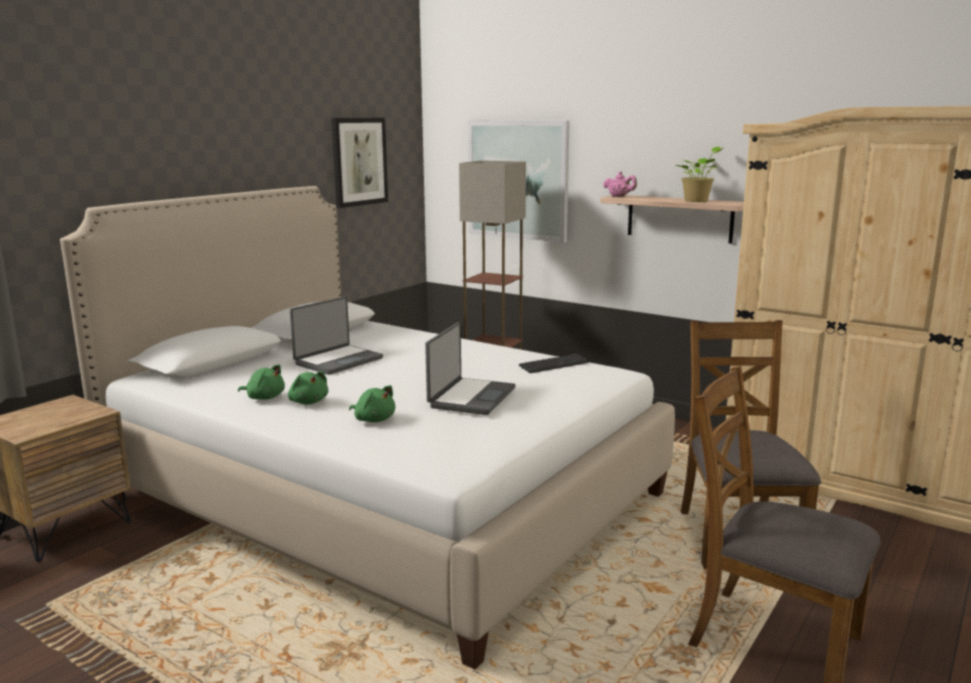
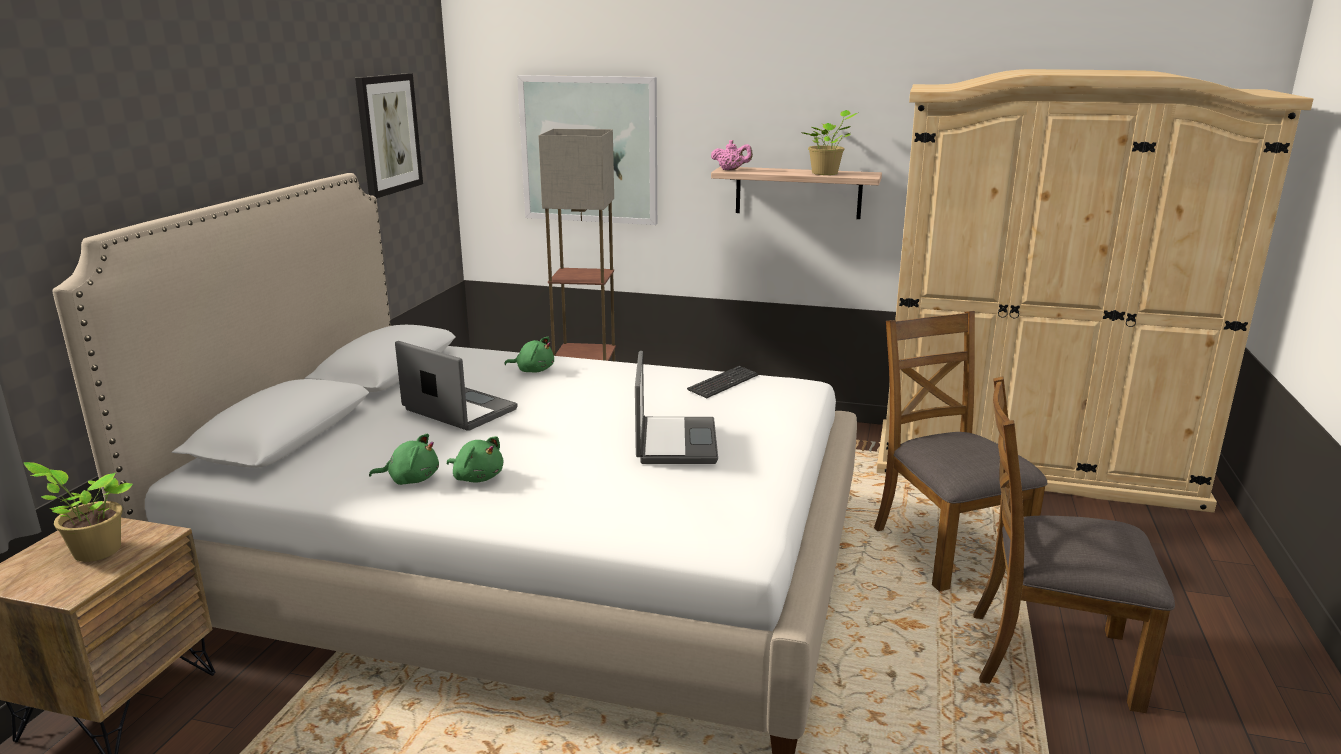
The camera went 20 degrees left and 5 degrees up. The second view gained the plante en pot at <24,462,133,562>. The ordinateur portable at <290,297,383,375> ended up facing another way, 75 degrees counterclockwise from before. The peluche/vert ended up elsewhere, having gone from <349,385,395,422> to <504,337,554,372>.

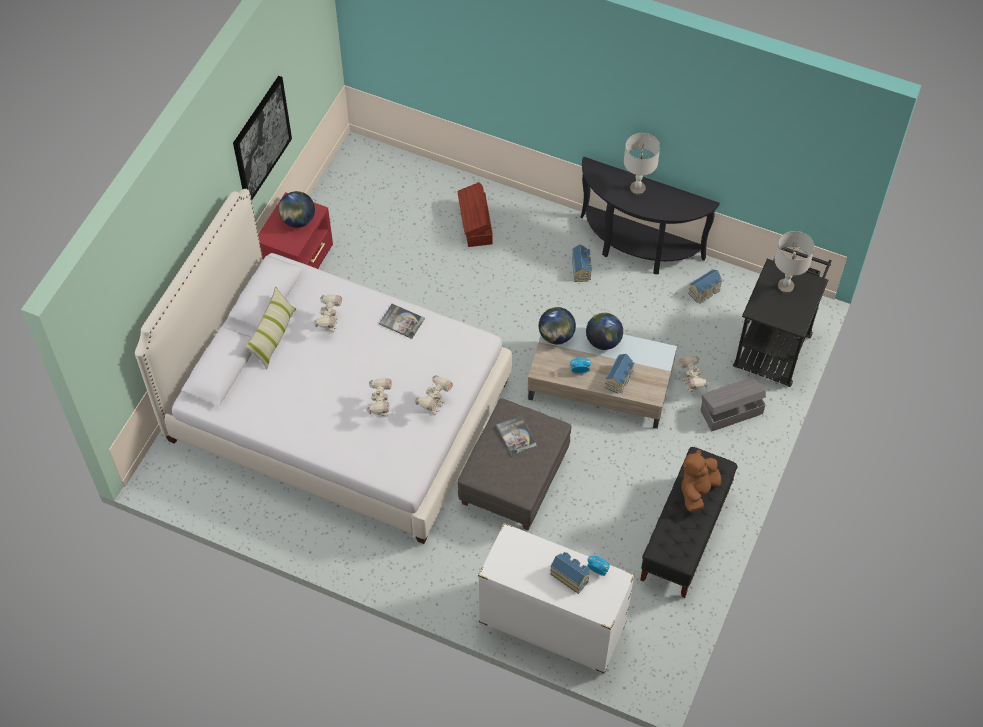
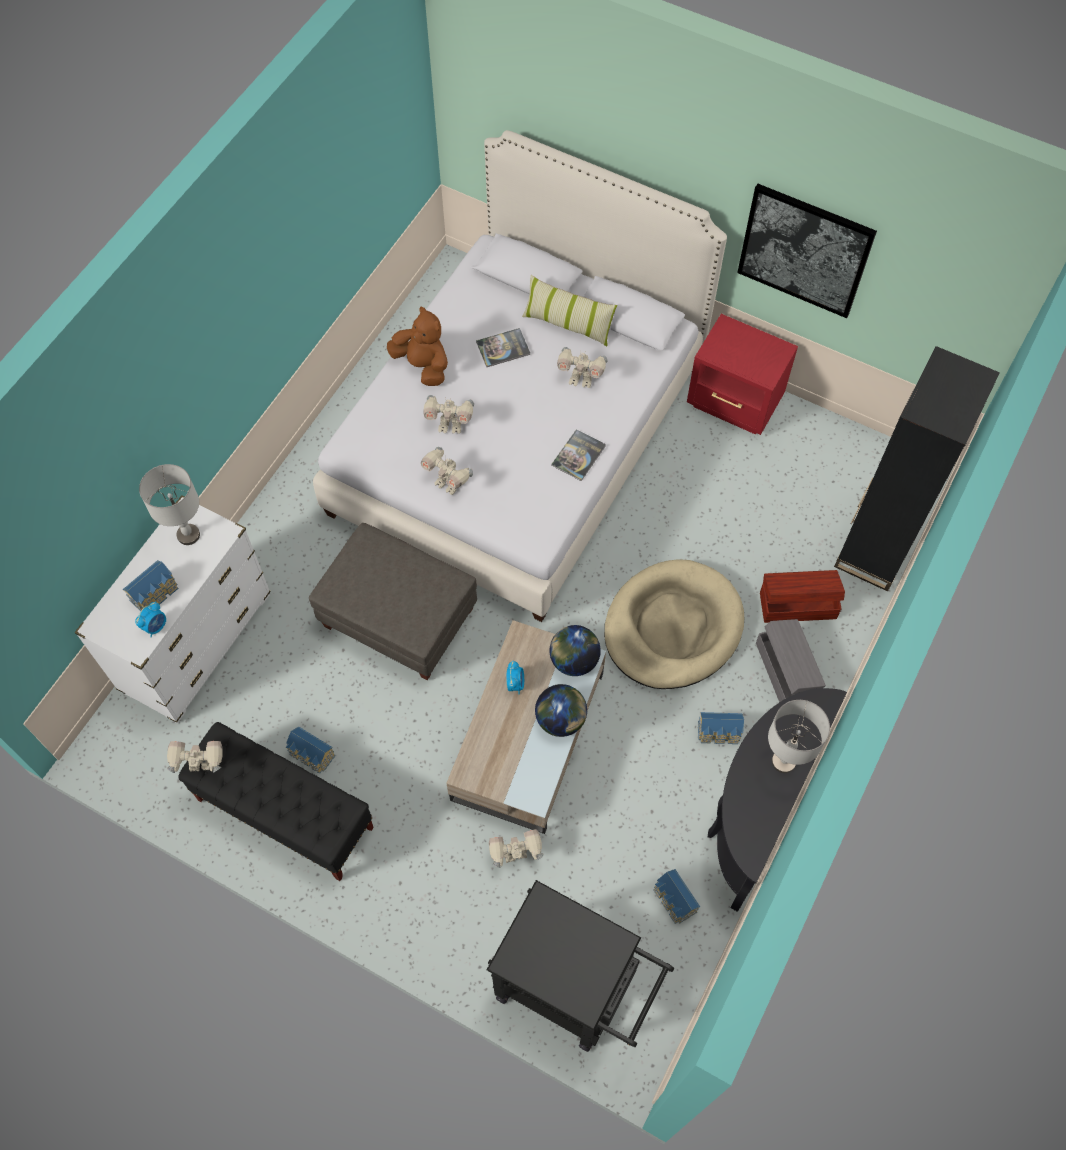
The camera went 95 degrees right and 5 degrees up. The lampe de table/gris ended up elsewhere, having gone from <774,231,815,294> to <139,464,200,545>. The second view gained the robot jouet at <167,741,223,773>. The maison miniature ended up elsewhere, having gone from <605,354,635,394> to <286,727,336,774>. The peluche/marron ended up elsewhere, having gone from <681,450,721,513> to <387,306,448,386>. The livre ended up elsewhere, having gone from <496,415,537,456> to <476,328,530,367>. The second view gained the panier pour chien/beige at <604,559,744,689>. The boîte de rangement/gris ended up elsewhere, having gone from <701,377,766,431> to <756,619,826,702>. The second view gained the bibliothèque/noir at <834,346,1000,591>. The second view lost the globe at <278,191,315,228>.

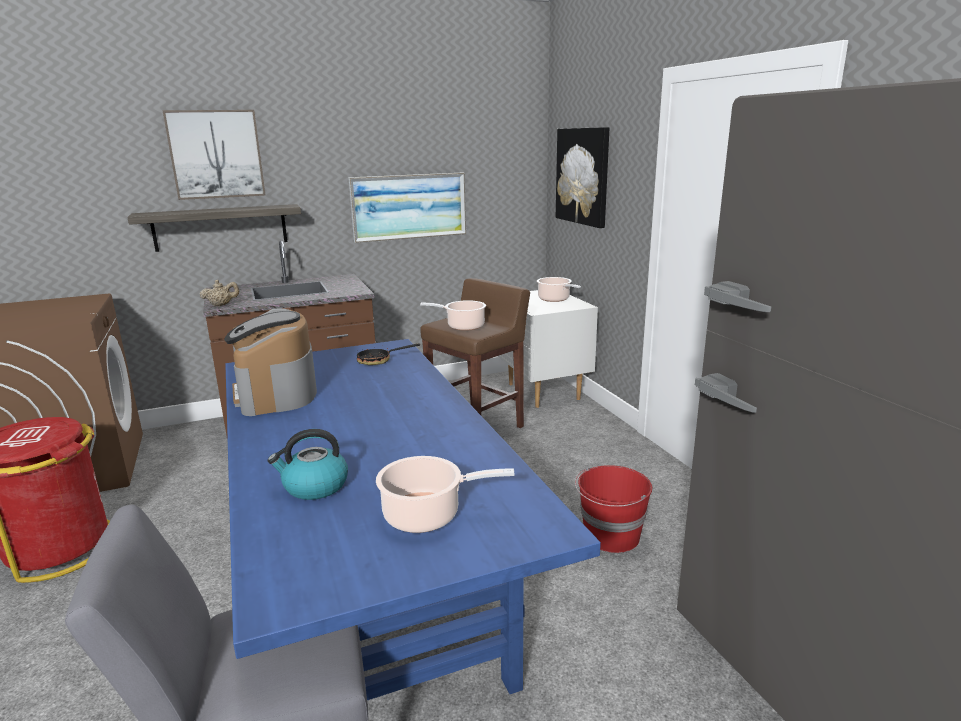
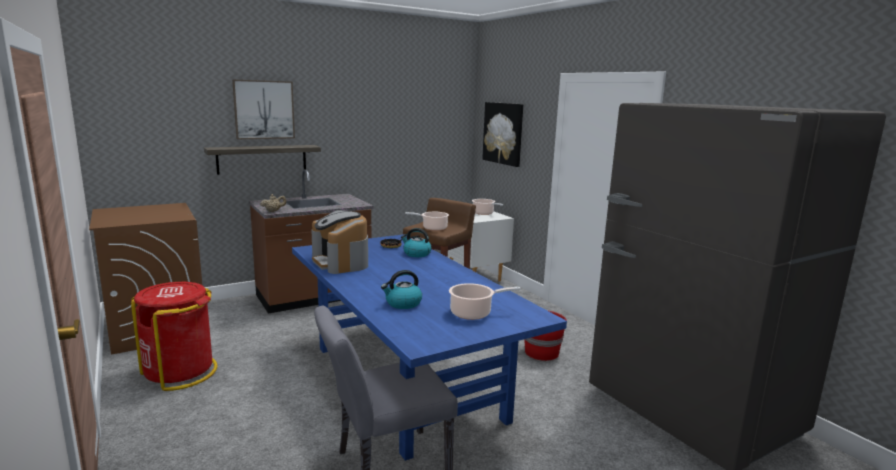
The camera went 10 degrees left and 5 degrees down. The second view gained the bouilloire at <401,228,432,257>. The second view lost the tableau at <348,172,466,243>.

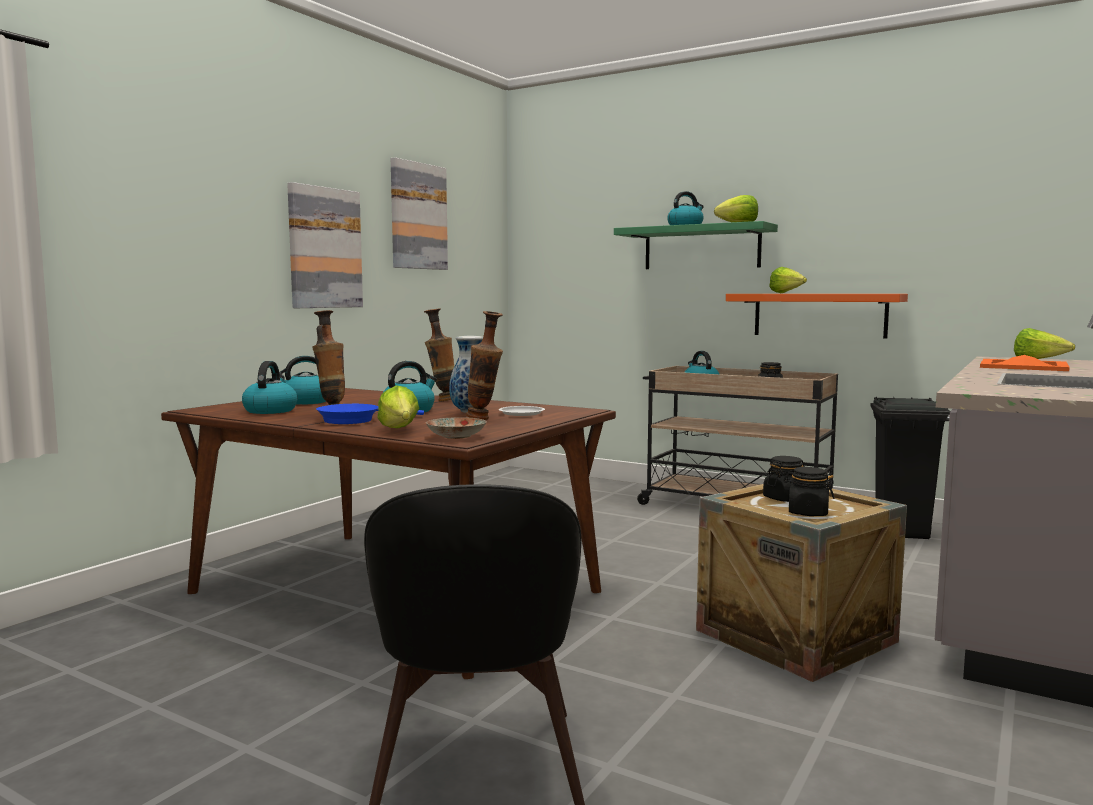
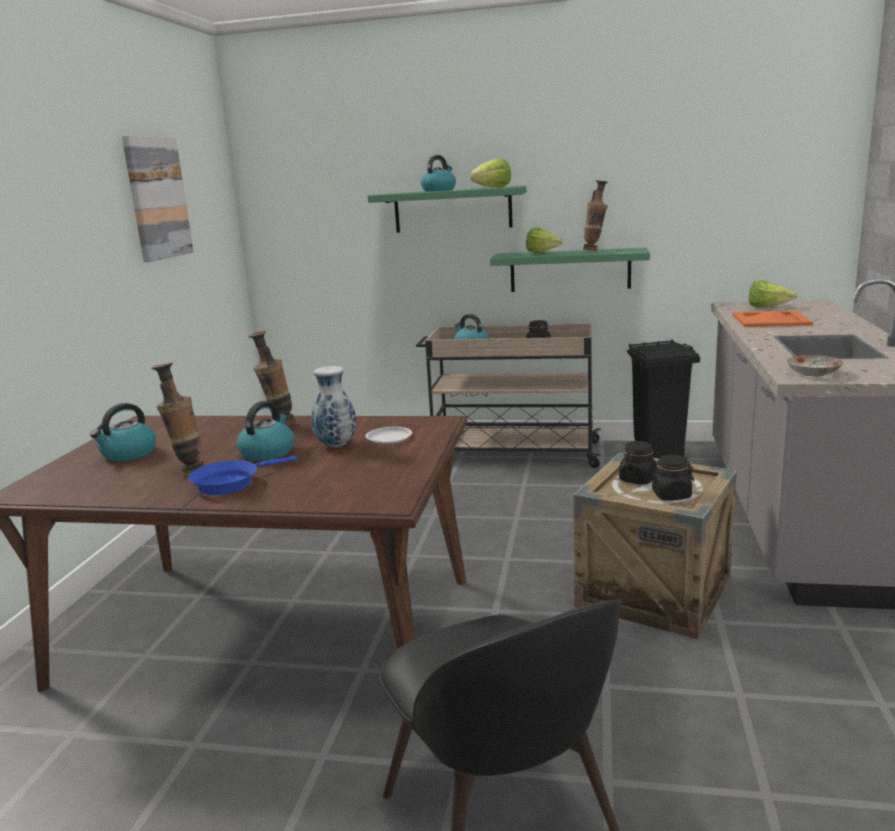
The camera went 20 degrees left and 10 degrees up. What was the étagère/orange at <726,294,908,339> turned into the étagère/vert at <490,248,650,292>. The vase ended up elsewhere, having gone from <466,311,503,420> to <583,180,608,251>. The assiette ended up elsewhere, having gone from <426,417,487,439> to <786,355,843,377>. The second view lost the bouilloire at <242,361,297,414>. The second view lost the tableau at <287,182,363,308>. The second view lost the laitue at <377,385,419,428>.

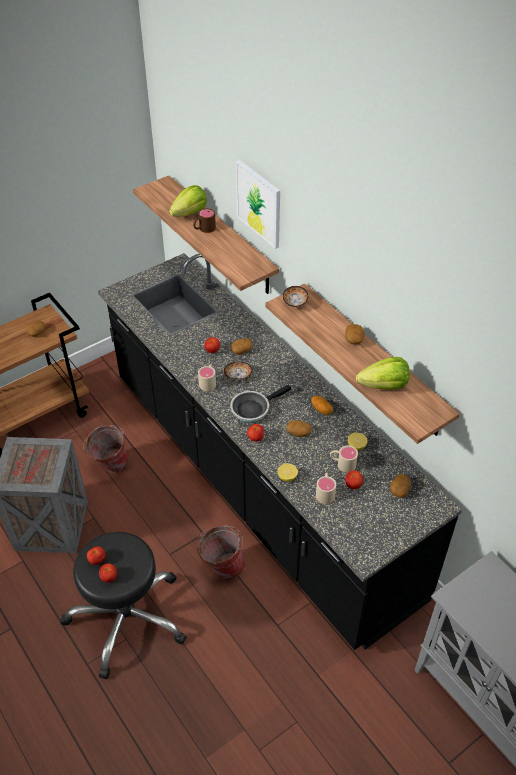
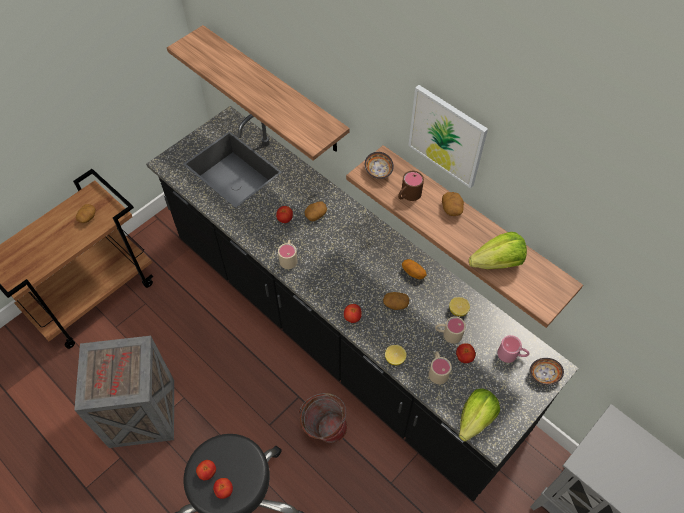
The camera went 10 degrees left and 10 degrees up. The mug/marron ended up elsewhere, having gone from <193,208,216,233> to <398,171,424,201>. The tableau ended up elsewhere, having gone from <236,160,280,249> to <408,85,488,189>. The laitue ended up elsewhere, having gone from <169,185,207,217> to <459,389,500,442>. Where the pomme de terre stood at <390,474,411,498>, the mug/rose came to stand at <497,335,529,363>. The bol ended up elsewhere, having gone from <224,361,253,380> to <529,358,564,385>. The second view lost the seau at <83,425,129,473>. The second view lost the poêle at <230,385,291,423>.

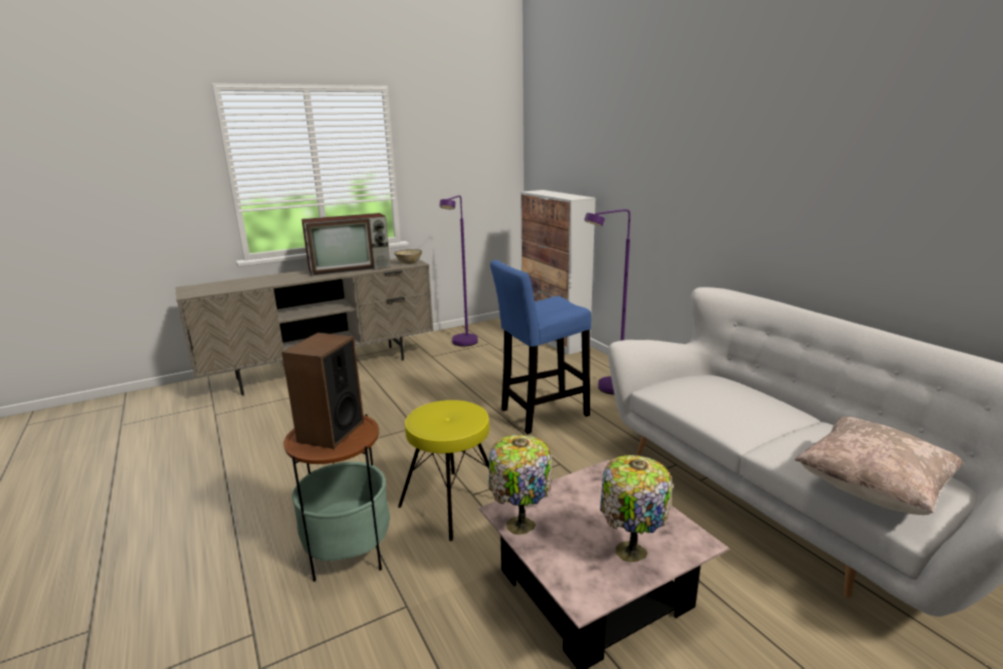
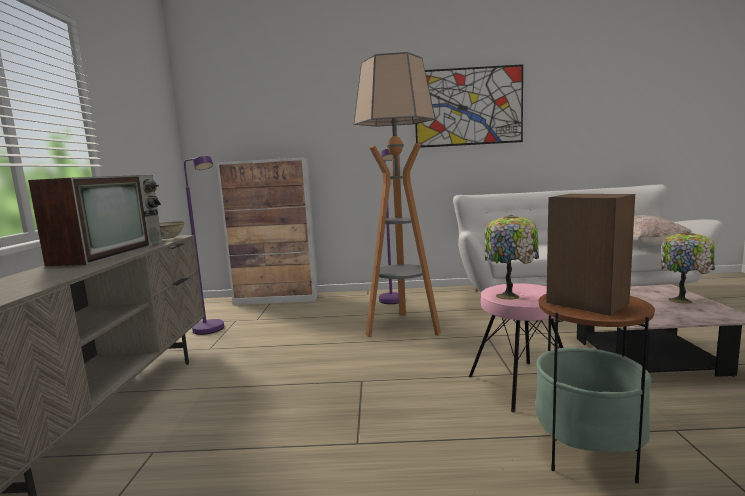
The camera went 60 degrees left and 10 degrees down. Where the tabouret/bleu stood at <490,260,591,434>, the lampadaire came to stand at <354,52,441,337>. The second view gained the tableau at <415,64,523,148>. What was the tabouret/jaune at <398,400,490,541> turned into the tabouret/rose at <469,283,564,412>. The lampe de table ended up elsewhere, having gone from <489,435,553,535> to <485,215,539,300>.

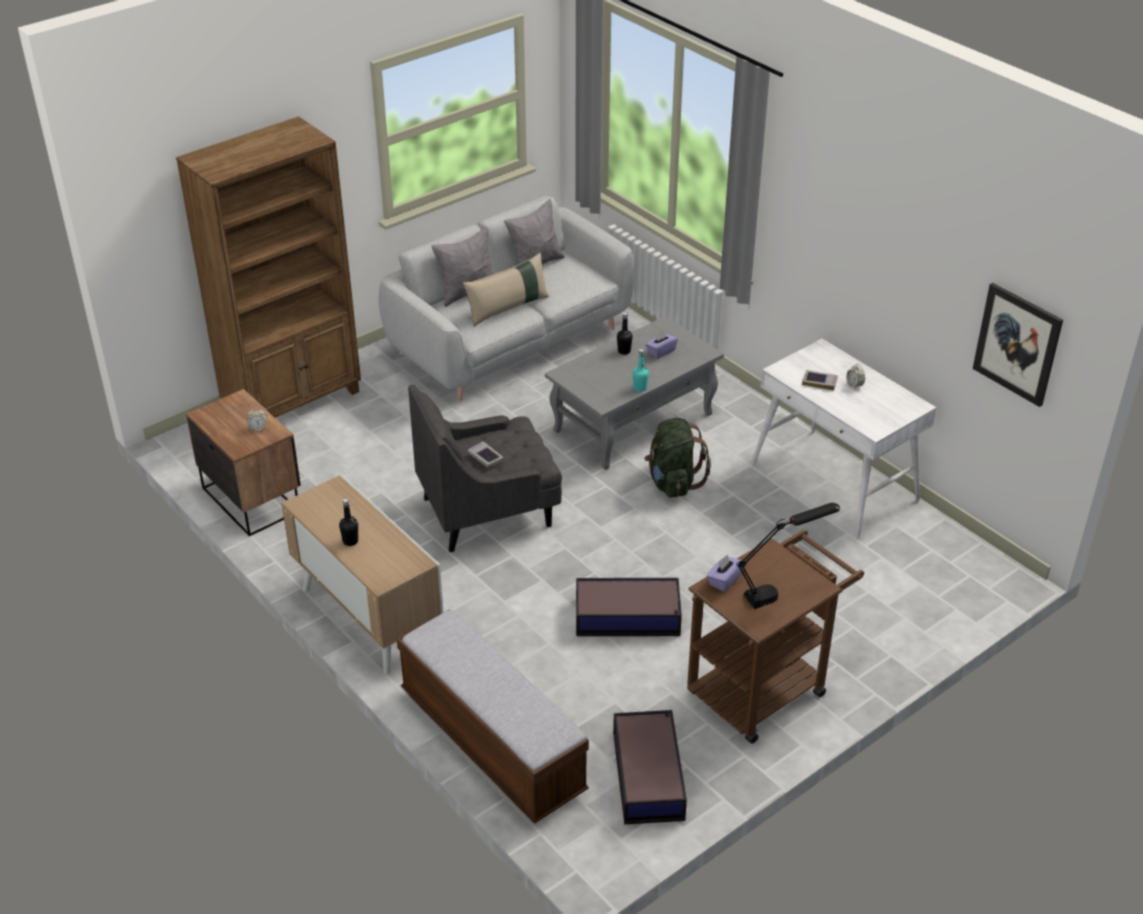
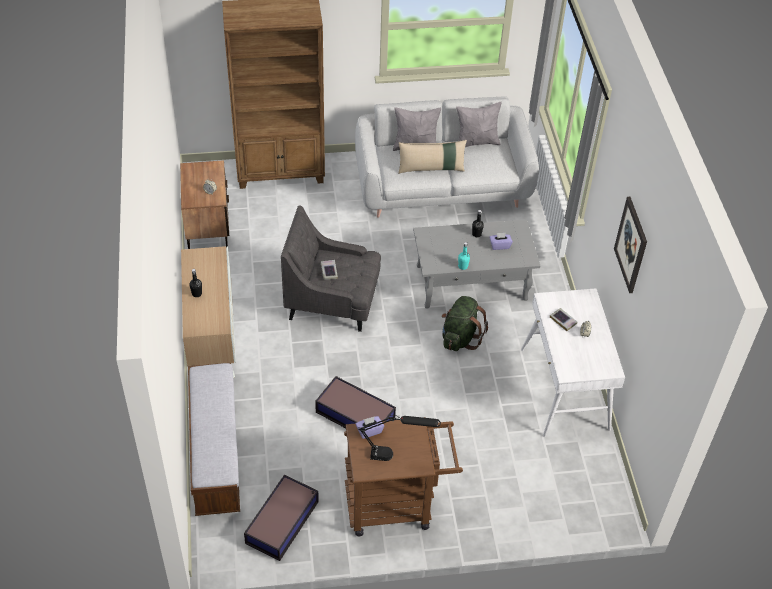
The camera went 30 degrees right and 10 degrees up. The tableau ended up elsewhere, having gone from <973,283,1063,407> to <614,197,647,293>.

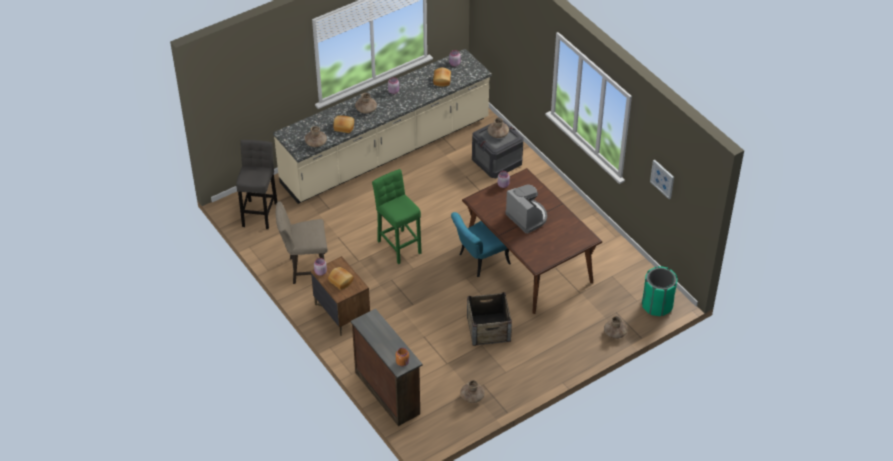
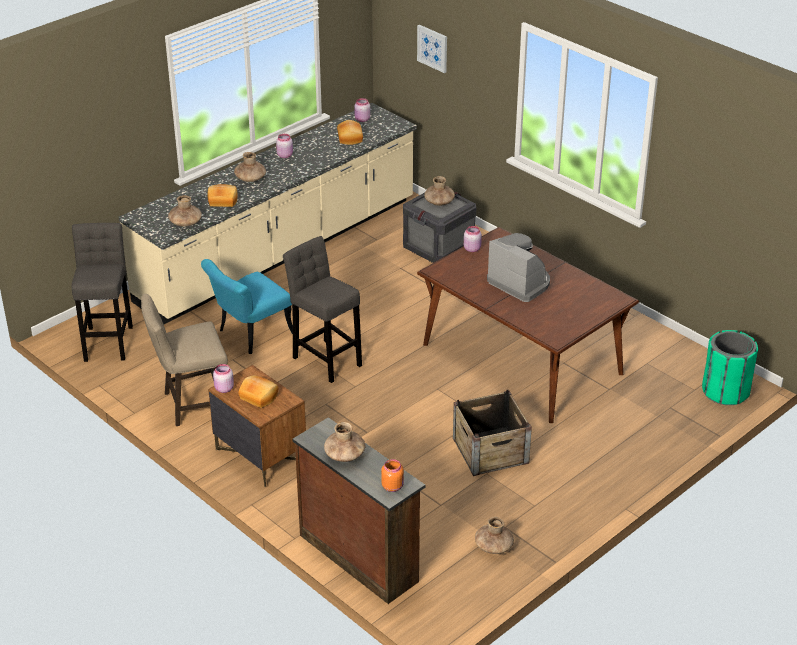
The camera went 10 degrees left and 10 degrees down. The chaise/turquoise ended up elsewhere, having gone from <451,212,511,277> to <201,259,293,354>. What was the tabouret/vert at <372,169,422,264> turned into the tabouret/gris at <283,236,362,383>. The vase/marron ended up elsewhere, having gone from <604,316,627,339> to <324,422,365,462>. The tableau ended up elsewhere, having gone from <650,160,674,199> to <417,25,447,73>.

